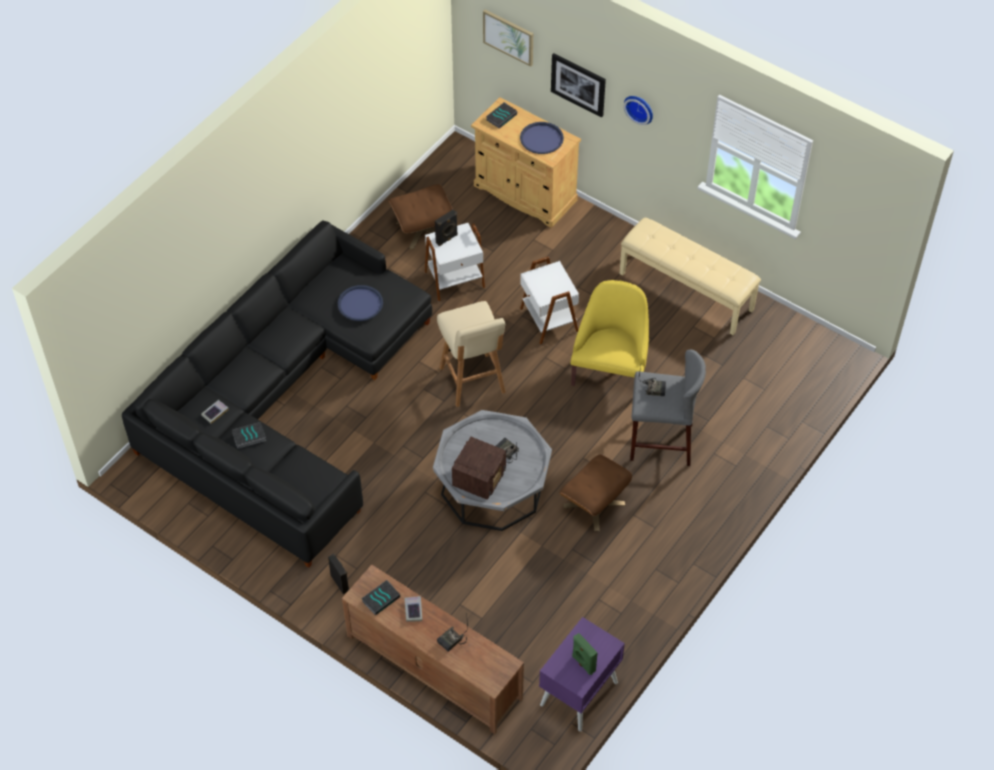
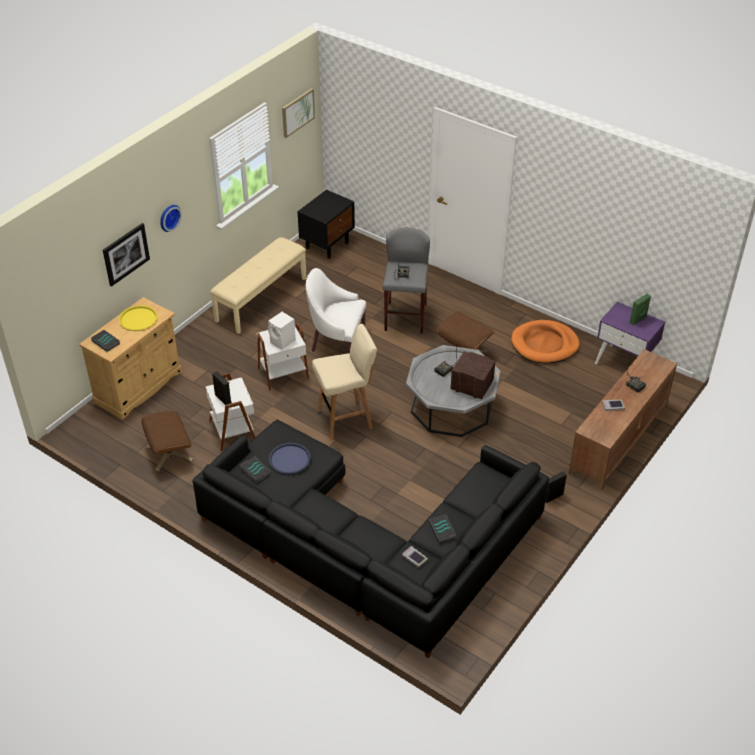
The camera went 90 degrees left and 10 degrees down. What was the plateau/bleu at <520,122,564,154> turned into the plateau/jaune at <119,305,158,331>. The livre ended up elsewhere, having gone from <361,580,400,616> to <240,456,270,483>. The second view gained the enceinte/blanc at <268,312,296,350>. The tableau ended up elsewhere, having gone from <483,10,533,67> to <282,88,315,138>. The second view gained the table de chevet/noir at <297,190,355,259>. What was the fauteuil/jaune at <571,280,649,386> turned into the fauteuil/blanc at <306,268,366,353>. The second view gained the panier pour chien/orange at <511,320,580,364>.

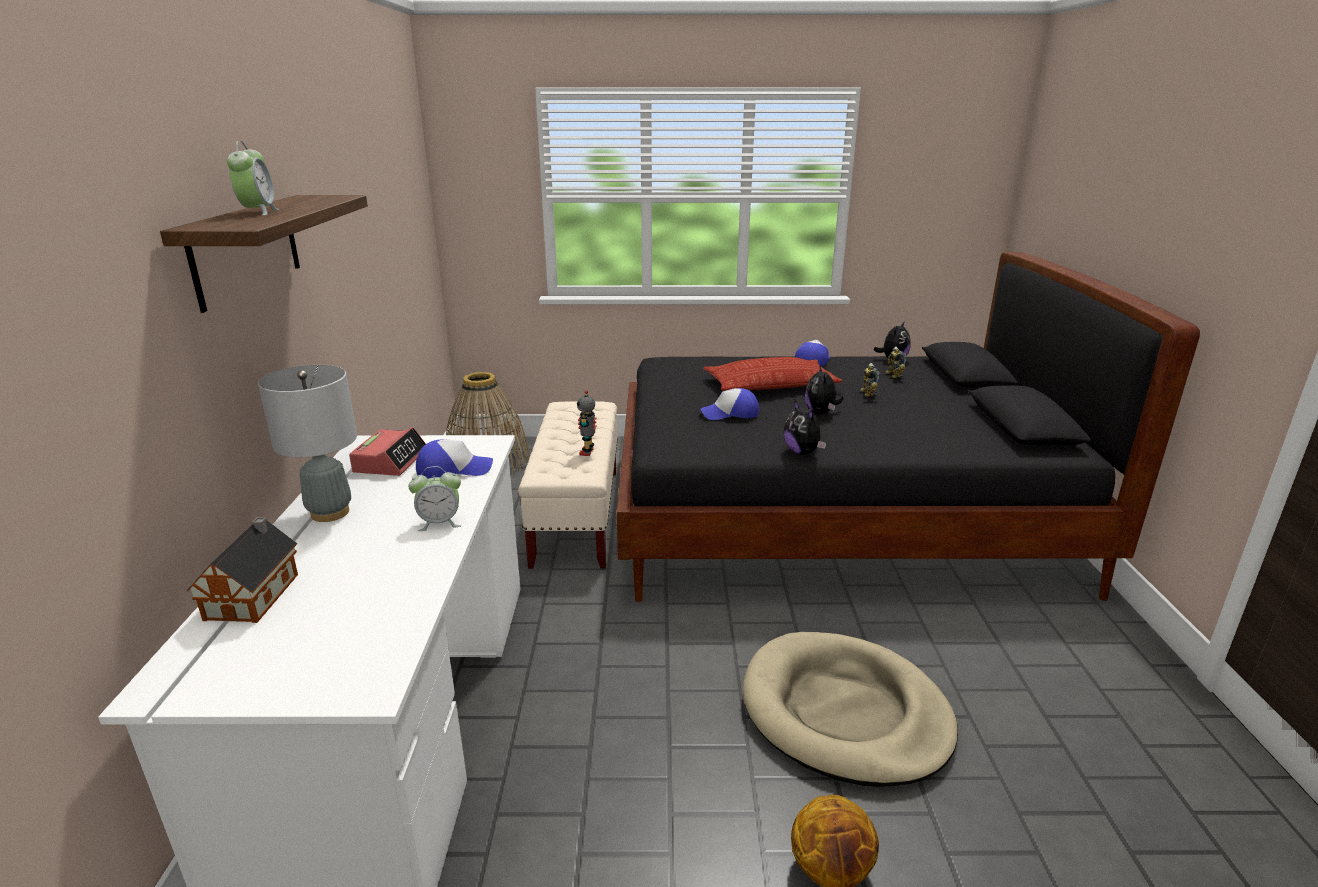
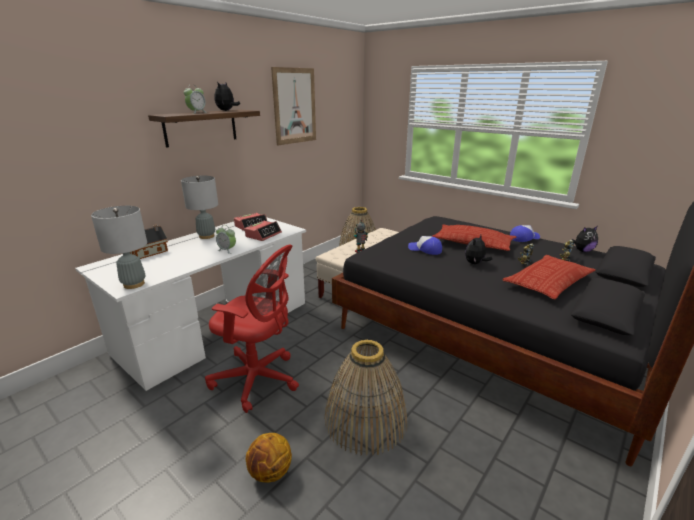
The camera went 40 degrees right and 0 degrees up. The second view gained the lampe de table/gris at <91,206,147,289>. The second view gained the chaise de bureau/rouge at <205,244,299,413>. The peluche ended up elsewhere, having gone from <784,401,826,455> to <215,82,240,111>. Where the casquette stood at <416,439,493,479>, the réveil came to stand at <245,221,282,241>. The second view gained the tableau at <271,67,316,145>. Where the panier pour chien/beige stood at <743,632,958,787>, the panier came to stand at <325,340,407,456>. The second view gained the coussin at <503,255,595,299>.

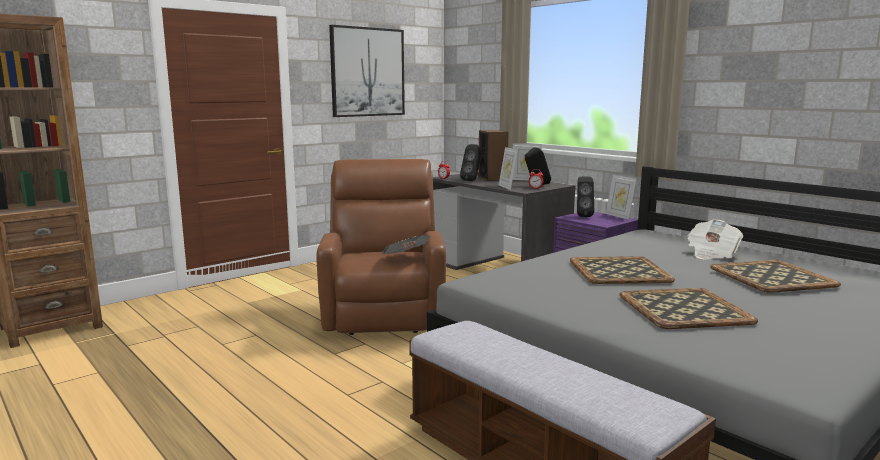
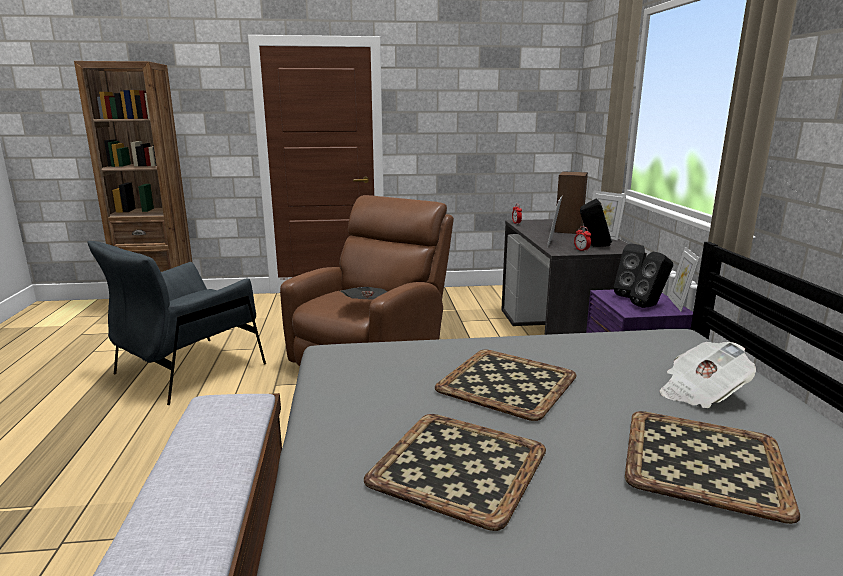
The camera went 35 degrees right and 5 degrees up. The second view gained the fauteuil/gris at <87,241,266,405>. The enceinte/noir ended up elsewhere, having gone from <460,144,481,181> to <629,252,673,308>. The second view lost the tableau at <329,25,405,117>.

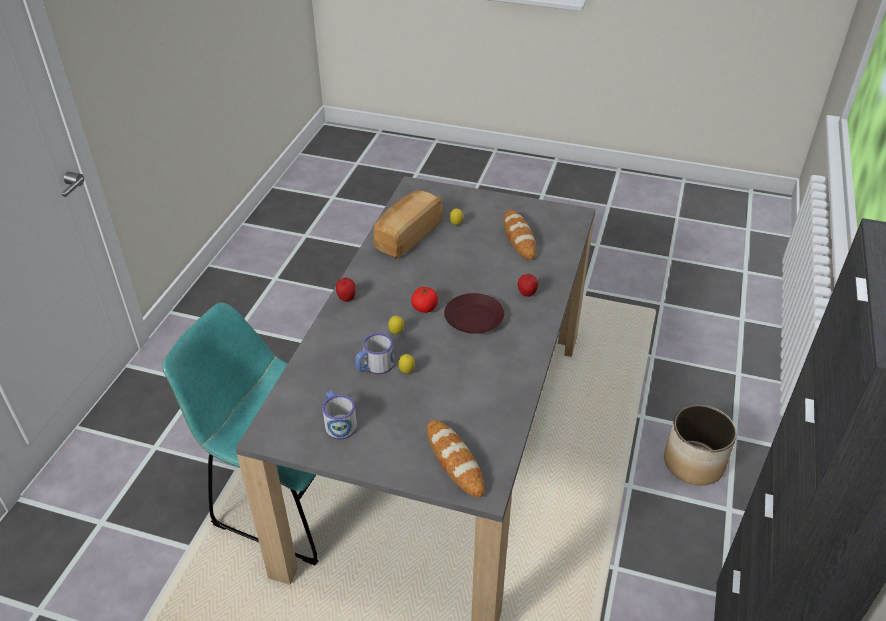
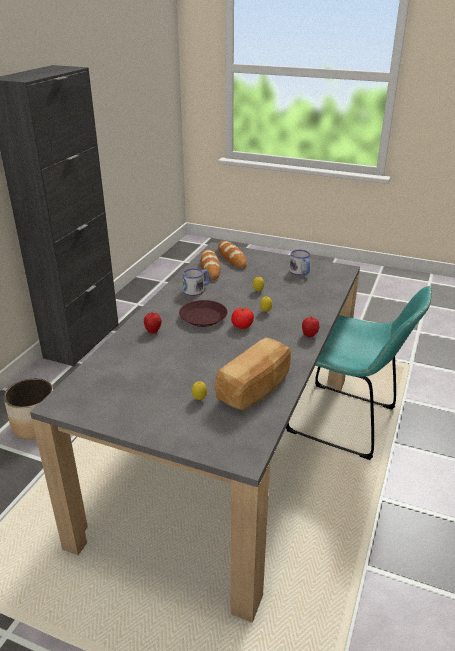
The camera went 175 degrees left and 10 degrees down. The mug ended up elsewhere, having gone from <355,333,394,374> to <182,268,210,296>. The pain ended up elsewhere, having gone from <504,210,536,260> to <201,249,220,280>.

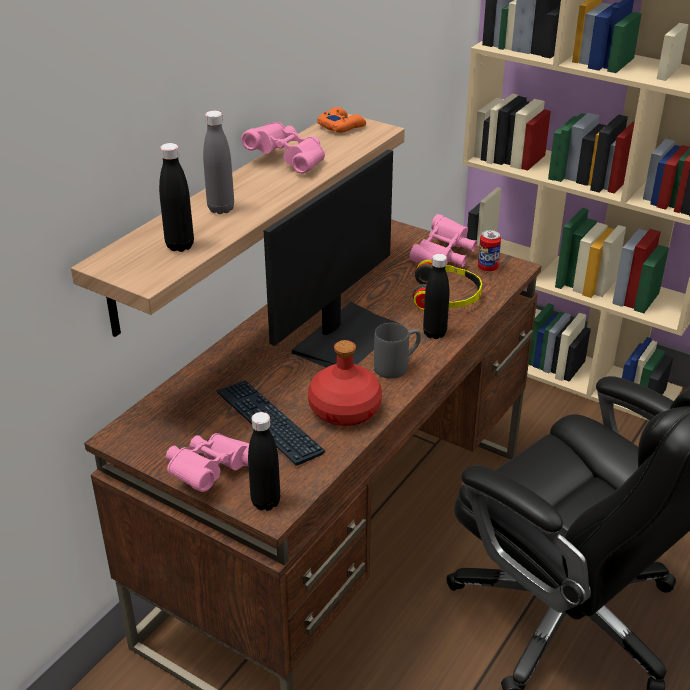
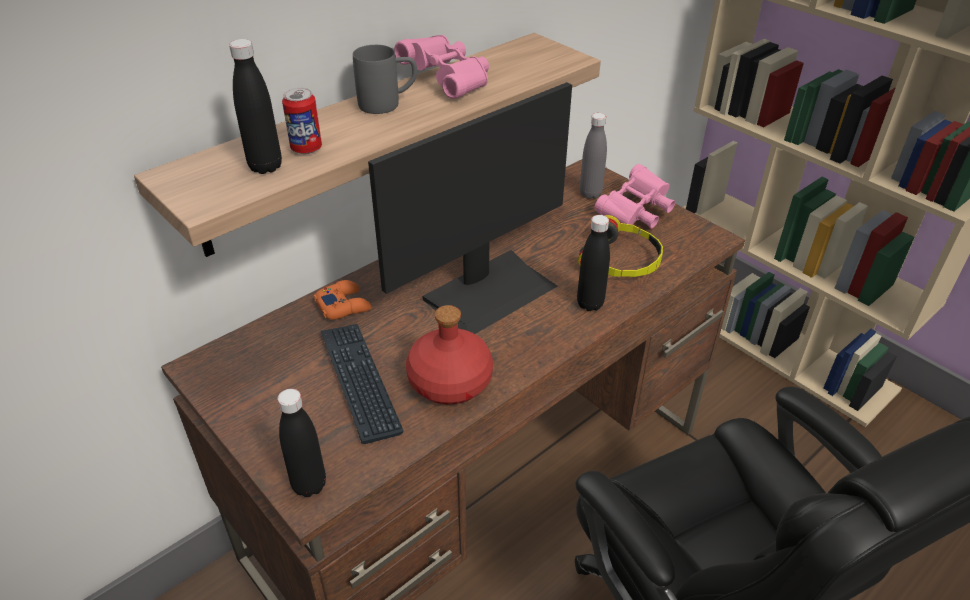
The camera went 15 degrees right and 5 degrees up. The boîte métallique ended up elsewhere, having gone from <478,230,501,272> to <282,88,322,154>. The manette/orange ended up elsewhere, having gone from <317,107,366,133> to <314,280,372,320>. The mug/gris ended up elsewhere, having gone from <374,323,421,379> to <353,45,417,114>. The bouteille/gris ended up elsewhere, having gone from <203,110,234,214> to <579,113,607,199>. The second view lost the jumelles/rose at <166,433,249,492>.

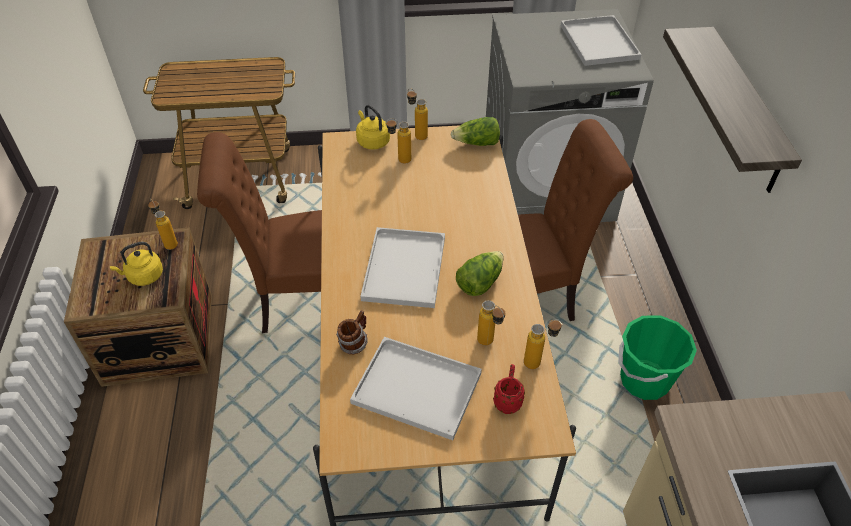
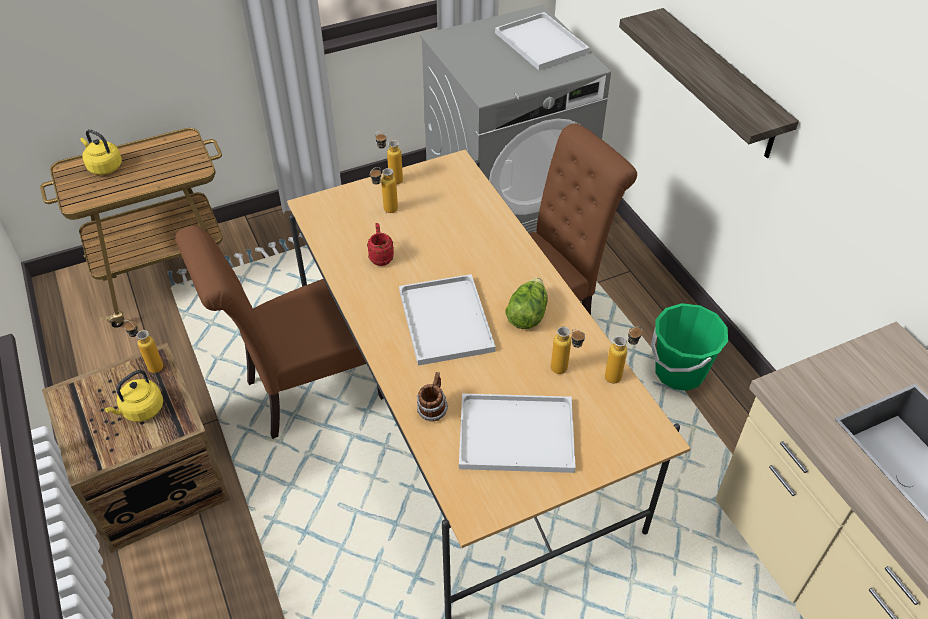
The camera went 20 degrees left and 0 degrees up. The bouilloire/jaune ended up elsewhere, having gone from <356,105,390,150> to <81,129,122,175>. The mug/rouge ended up elsewhere, having gone from <493,364,525,414> to <367,223,394,266>. The second view lost the laitue at <451,117,500,146>.

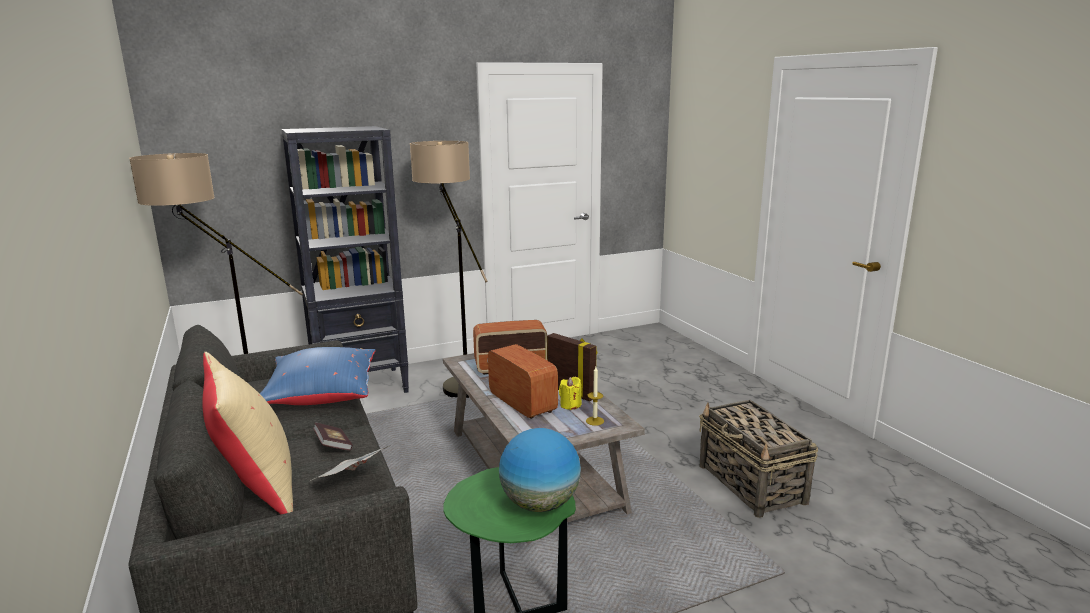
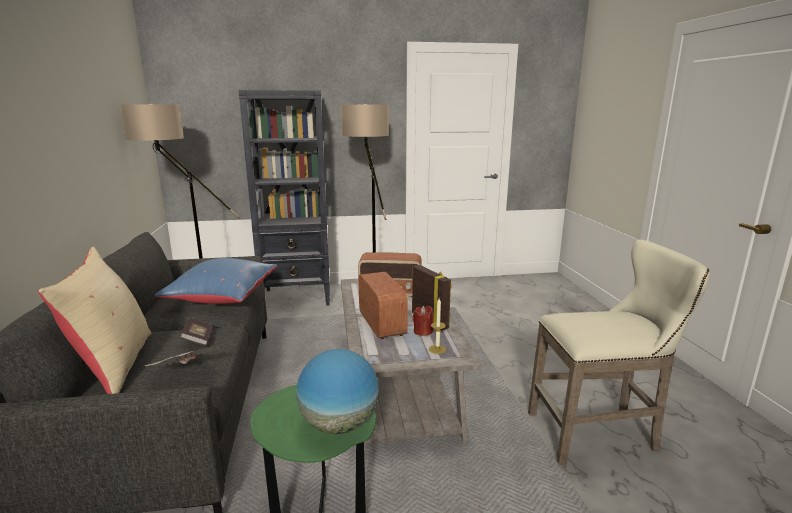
The camera went 15 degrees right and 0 degrees up. What was the bougie/jaune at <559,377,582,410> turned into the bougie/rouge at <413,306,433,336>. Where the panier stood at <699,400,818,518>, the tabouret/beige came to stand at <528,240,710,465>.

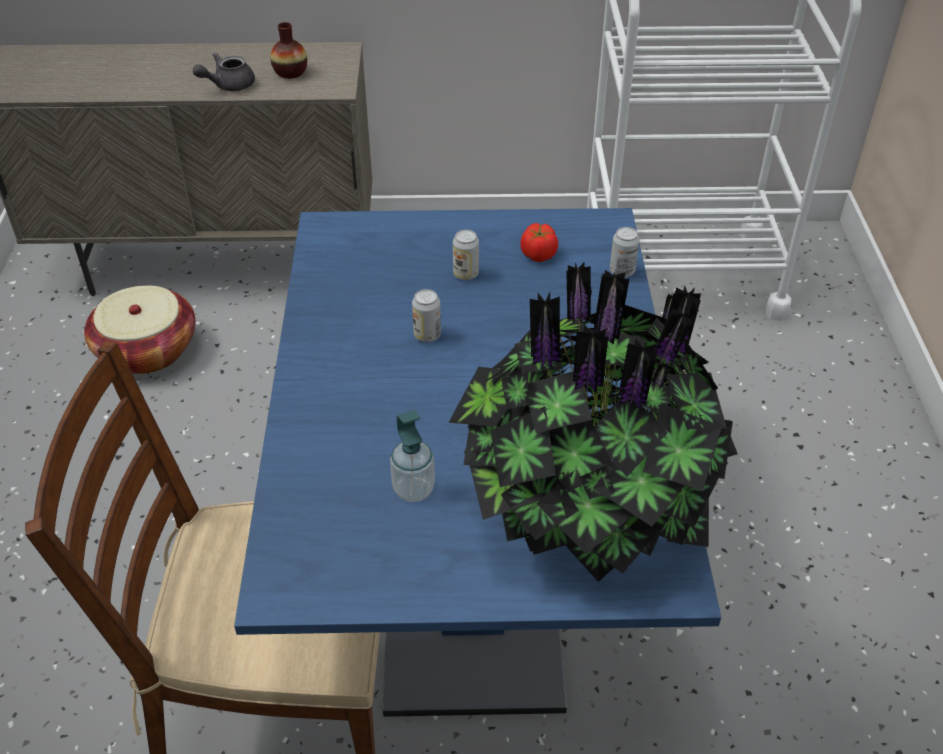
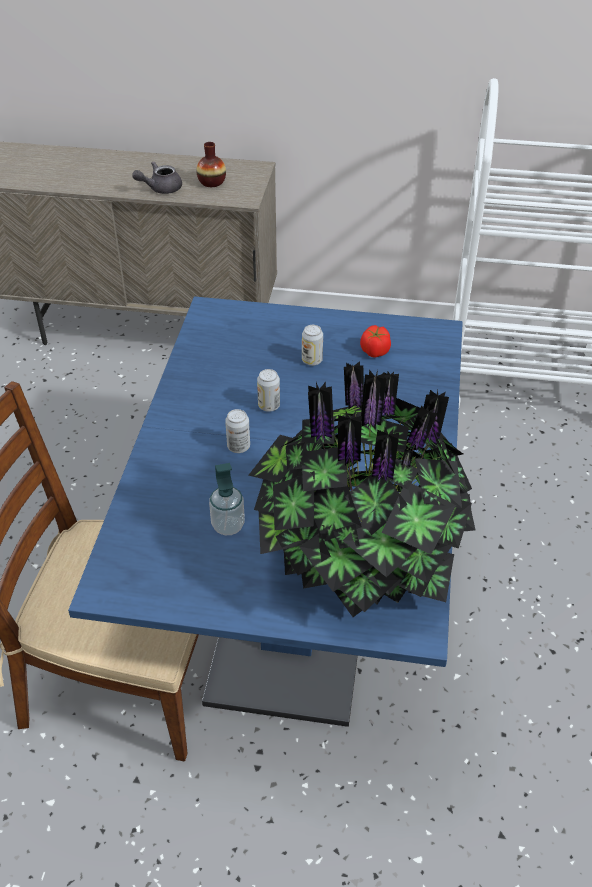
The camera went 10 degrees right and 0 degrees up. The boîte métallique ended up elsewhere, having gone from <610,227,640,277> to <225,409,250,453>. The second view lost the panier at <84,285,195,374>.

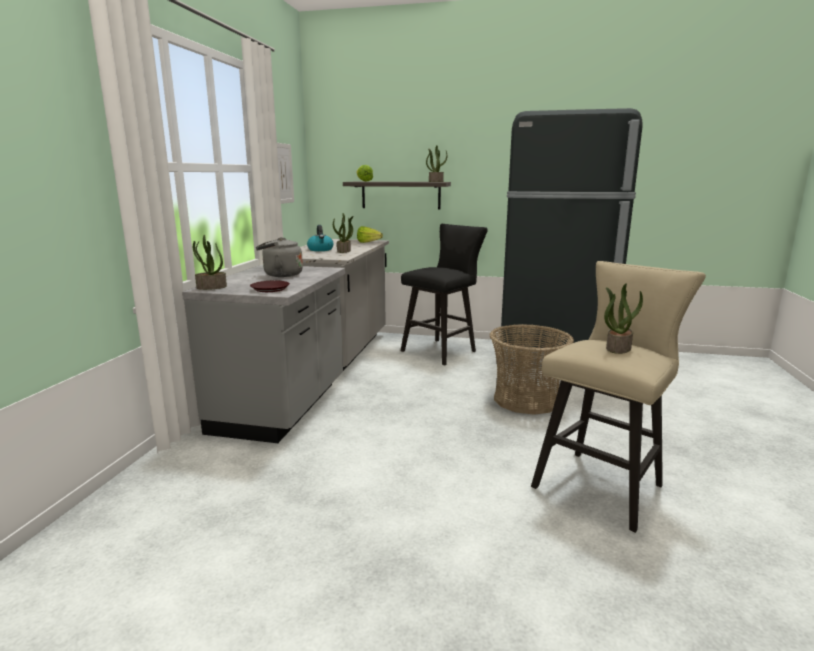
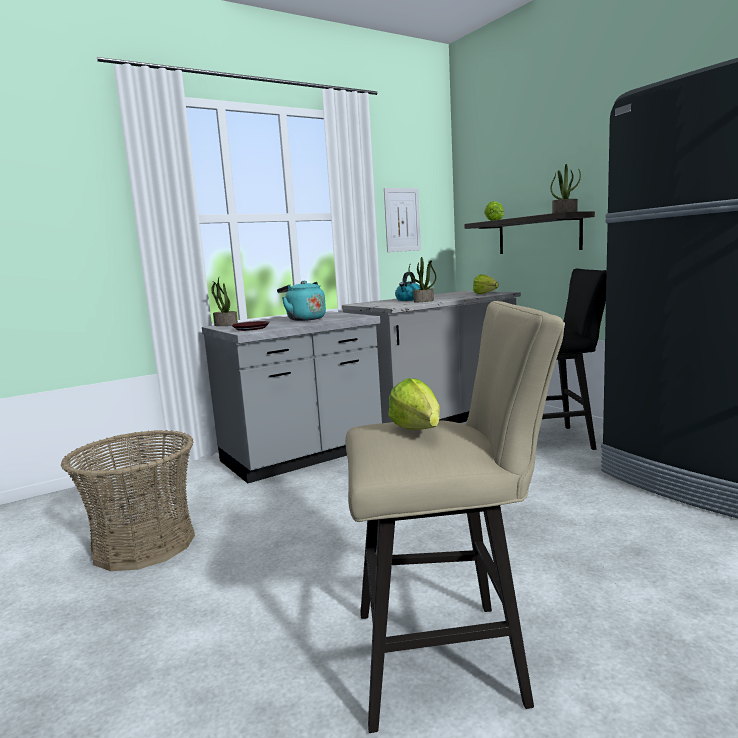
The camera went 45 degrees right and 5 degrees down. The panier ended up elsewhere, having gone from <490,324,574,415> to <61,430,195,571>. What was the bouilloire/gris at <256,237,303,277> turned into the bouilloire/turquoise at <277,281,326,321>. Where the plante en pot stood at <604,283,643,354>, the laitue came to stand at <388,378,440,430>.

